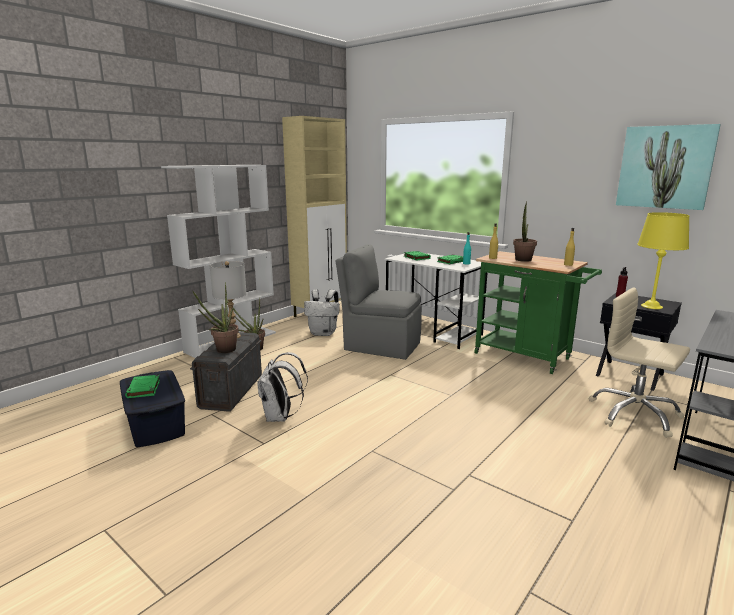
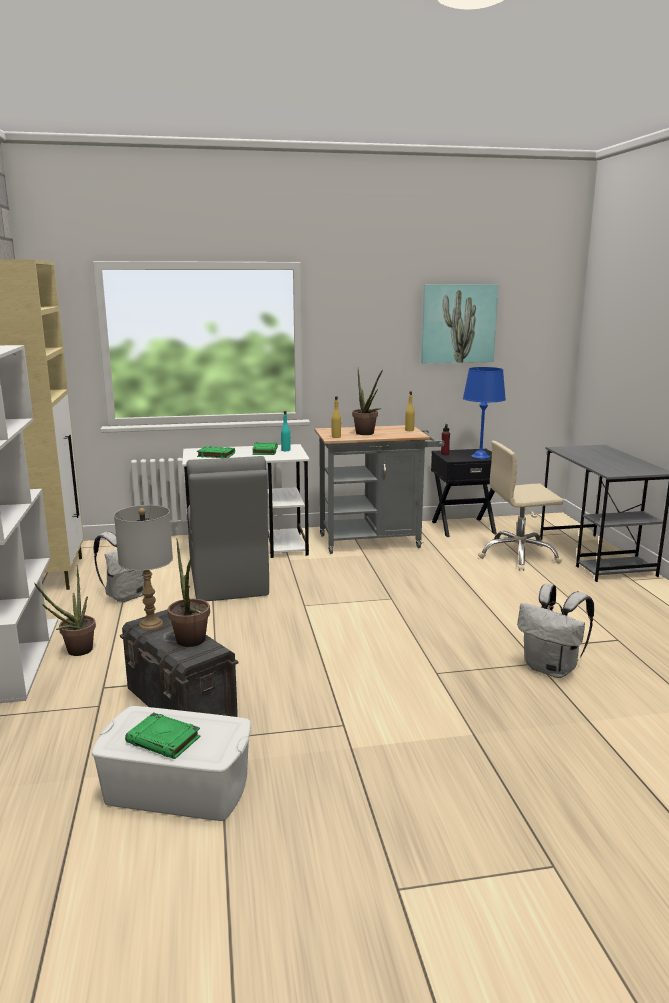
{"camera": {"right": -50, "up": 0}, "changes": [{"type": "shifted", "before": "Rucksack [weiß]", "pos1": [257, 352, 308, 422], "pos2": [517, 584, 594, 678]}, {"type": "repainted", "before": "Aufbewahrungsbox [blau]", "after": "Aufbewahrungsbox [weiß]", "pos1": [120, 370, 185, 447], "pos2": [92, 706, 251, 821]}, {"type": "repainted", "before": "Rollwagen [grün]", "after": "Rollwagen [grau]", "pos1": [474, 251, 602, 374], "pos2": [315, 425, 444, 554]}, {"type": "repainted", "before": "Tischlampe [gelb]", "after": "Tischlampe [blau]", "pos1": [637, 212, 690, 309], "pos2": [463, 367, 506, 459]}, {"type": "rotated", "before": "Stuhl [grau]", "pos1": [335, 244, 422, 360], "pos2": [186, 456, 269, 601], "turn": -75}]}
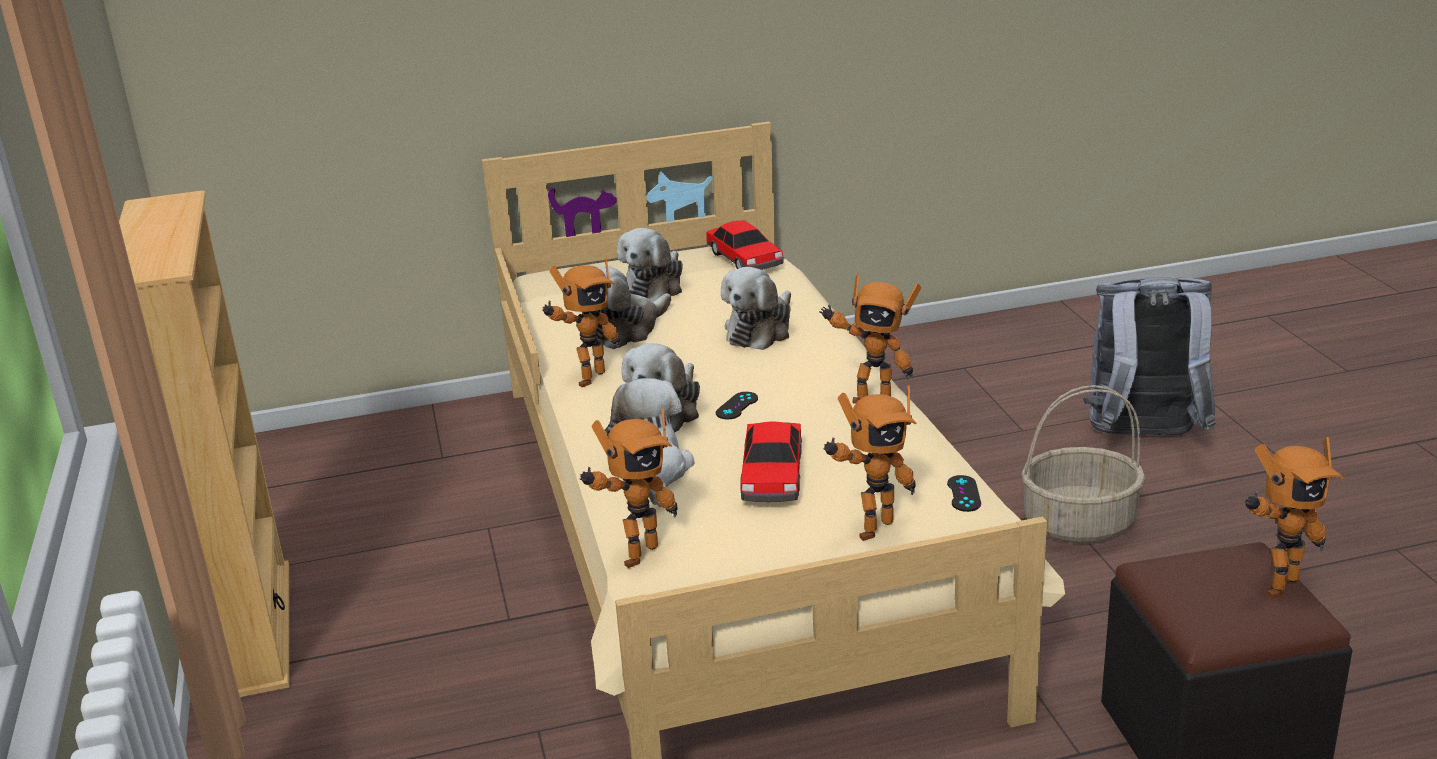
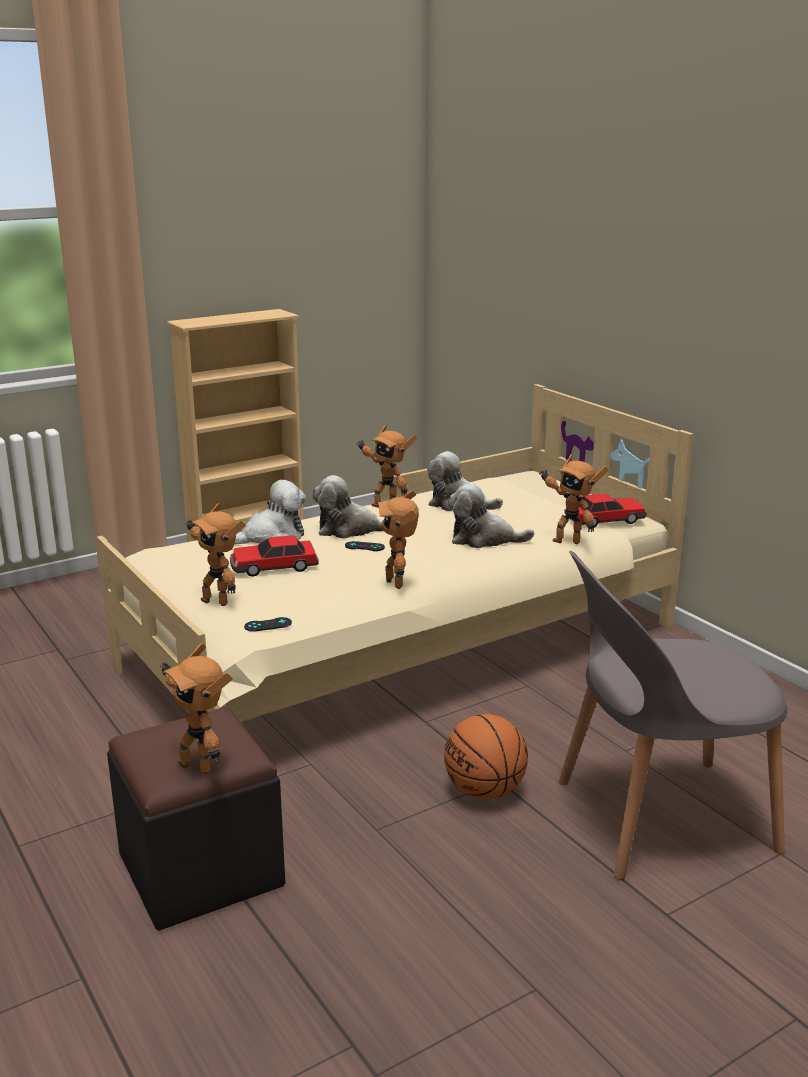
{"camera": {"right": 70, "up": -5}, "changes": [{"type": "gone", "before": "Plüschtier", "pos1": [617, 228, 683, 302]}, {"type": "shifted", "before": "Spielzeugroboter", "pos1": [579, 408, 678, 568], "pos2": [539, 454, 608, 544]}, {"type": "swapped", "before": "Korb", "after": "Basketball", "pos1": [1021, 385, 1145, 543], "pos2": [444, 714, 528, 799]}, {"type": "swapped", "before": "Rucksack [grau]", "after": "Stuhl [grau]", "pos1": [1083, 277, 1216, 435], "pos2": [558, 551, 788, 880]}, {"type": "rotated", "before": "Spielzeugauto", "pos1": [706, 221, 784, 270], "pos2": [565, 494, 647, 528], "turn": -150}]}
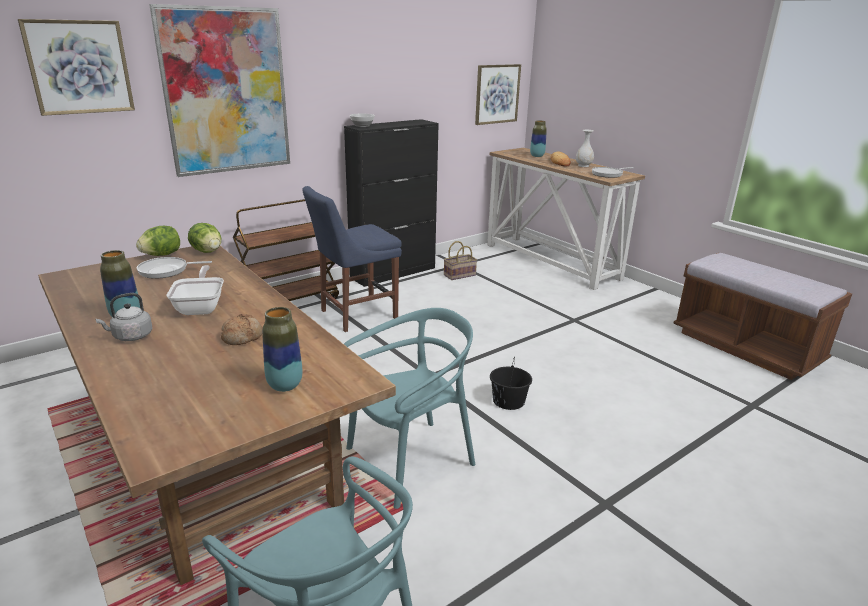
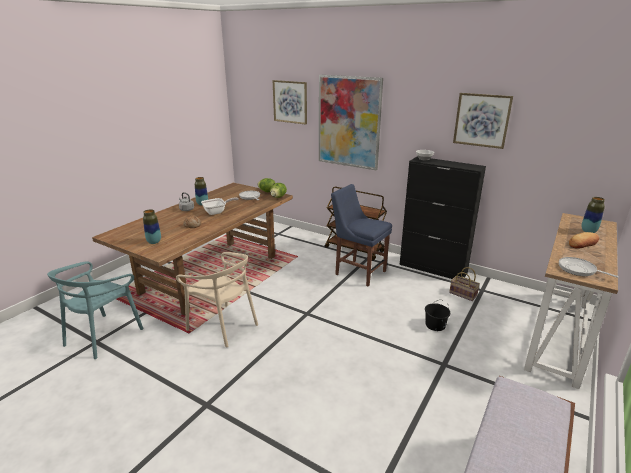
{"camera": {"right": 70, "up": 0}, "changes": [{"type": "gone", "before": "Vase [weiß]", "pos1": [576, 130, 594, 167]}, {"type": "shifted", "before": "Bild", "pos1": [475, 64, 521, 125], "pos2": [453, 93, 513, 149]}, {"type": "shifted", "before": "Eimer [schwarz]", "pos1": [490, 359, 532, 410], "pos2": [425, 300, 450, 331]}, {"type": "repainted", "before": "Stuhl [türkis]", "after": "Stuhl [beige]", "pos1": [344, 308, 475, 509], "pos2": [176, 252, 258, 347]}]}
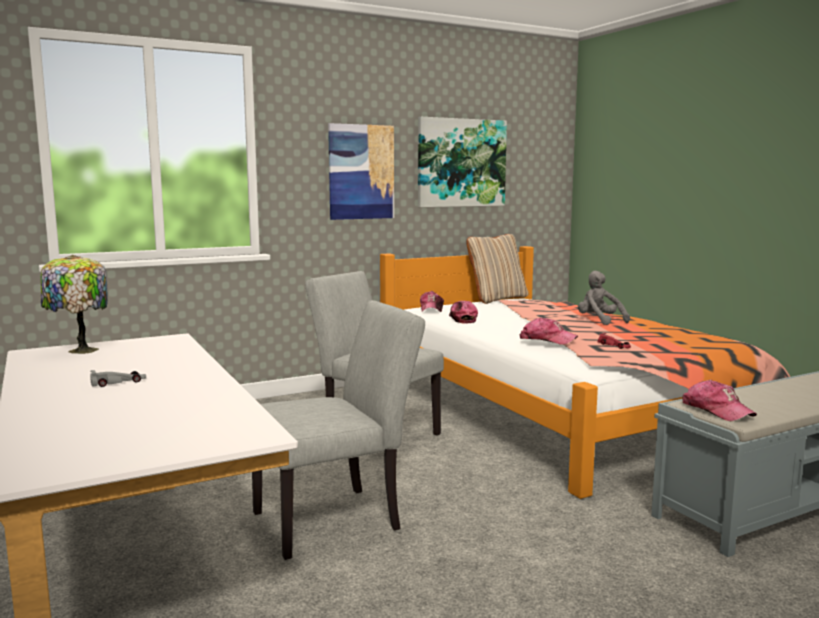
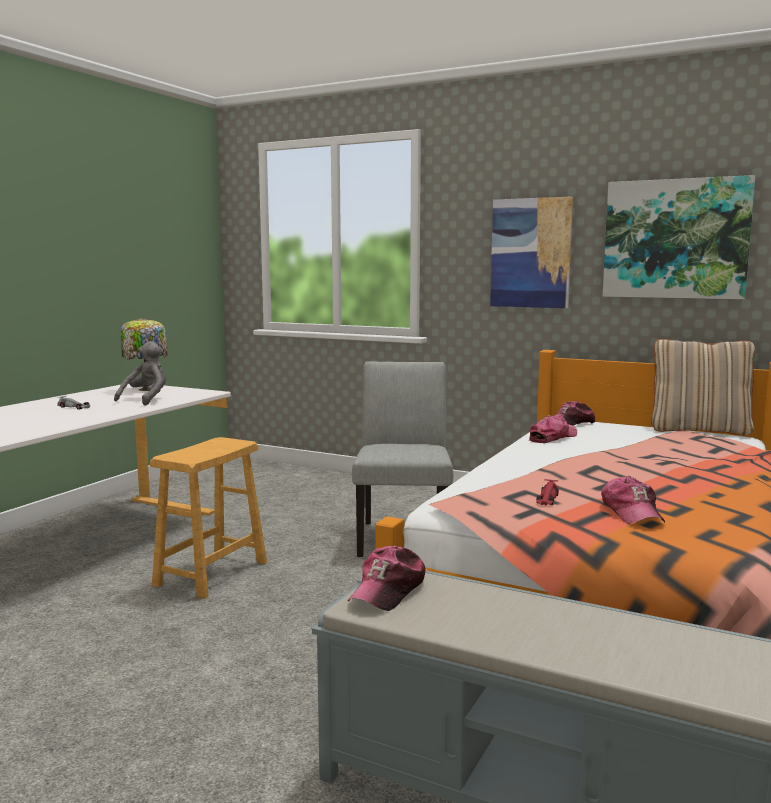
{"camera": {"right": 55, "up": 0}, "changes": [{"type": "shifted", "before": "Kappe", "pos1": [519, 317, 578, 345], "pos2": [601, 476, 665, 524]}, {"type": "shifted", "before": "Plüschtier [grau]", "pos1": [578, 271, 630, 325], "pos2": [114, 341, 166, 406]}, {"type": "swapped", "before": "Stuhl [grau]", "after": "Hocker [braun]", "pos1": [252, 300, 425, 560], "pos2": [150, 437, 267, 599]}]}
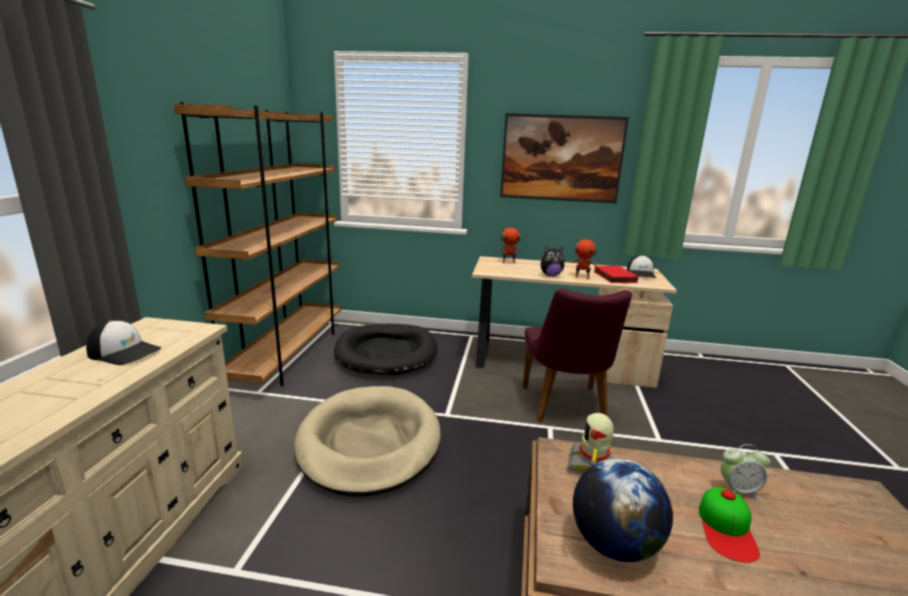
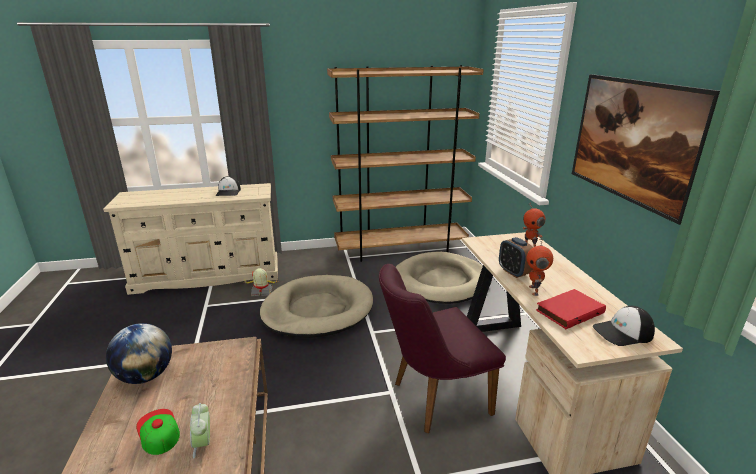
{"camera": {"right": 70, "up": 5}, "changes": [{"type": "shifted", "before": "Spielzeugroboter", "pos1": [567, 413, 614, 476], "pos2": [244, 268, 279, 296]}, {"type": "swapped", "before": "Plüschtier", "after": "Wecker", "pos1": [541, 247, 564, 276], "pos2": [499, 237, 533, 278]}, {"type": "repainted", "before": "Hundebett [schwarz]", "after": "Hundebett [beige]", "pos1": [334, 324, 438, 375], "pos2": [396, 252, 492, 304]}, {"type": "rotated", "before": "Kappe", "pos1": [699, 487, 760, 563], "pos2": [136, 409, 180, 455], "turn": 60}]}
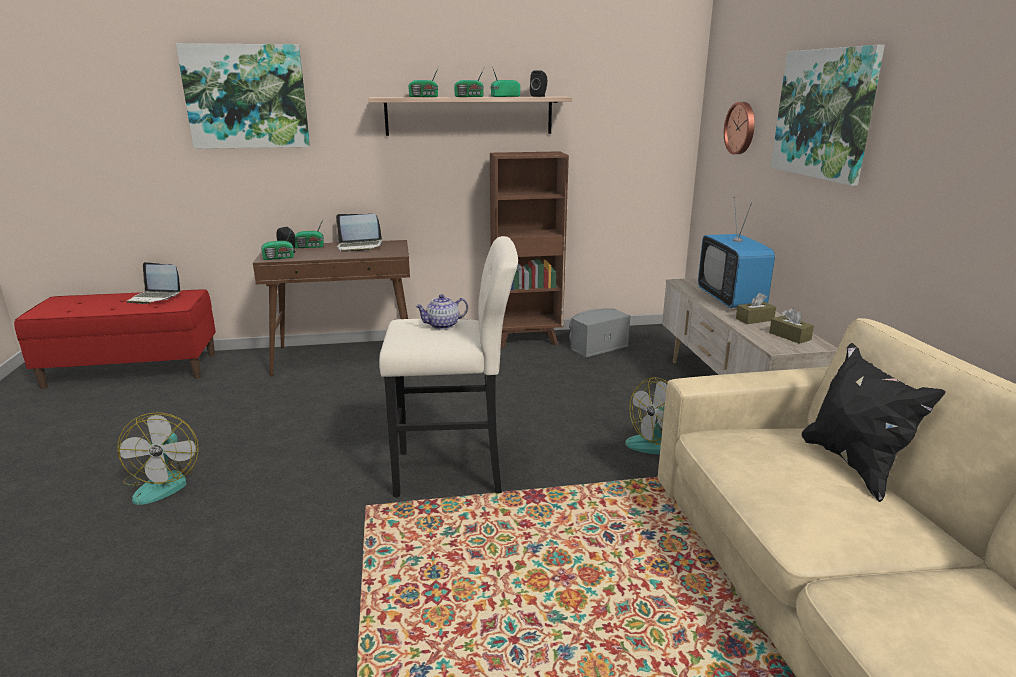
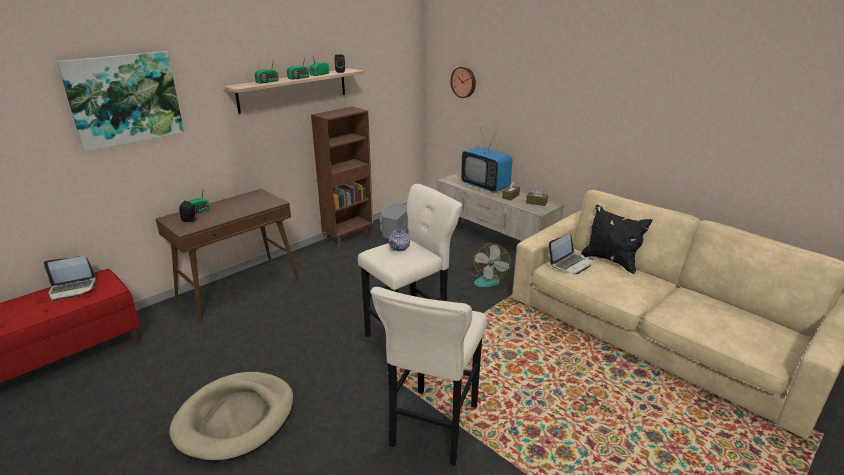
{"camera": {"right": -35, "up": 5}, "changes": [{"type": "gone", "before": "Radio", "pos1": [261, 228, 294, 260]}, {"type": "gone", "before": "Bild", "pos1": [771, 45, 885, 186]}, {"type": "new", "after": "Hocker [beige]", "pos2": [370, 287, 487, 466]}, {"type": "shifted", "before": "Laptop", "pos1": [336, 214, 383, 252], "pos2": [549, 233, 593, 274]}, {"type": "swapped", "before": "Ventilator", "after": "Hundebett [beige]", "pos1": [117, 412, 199, 505], "pos2": [169, 372, 294, 461]}]}
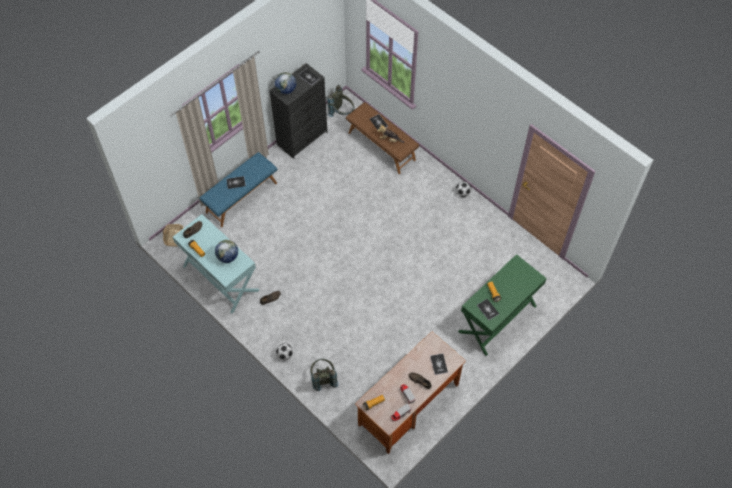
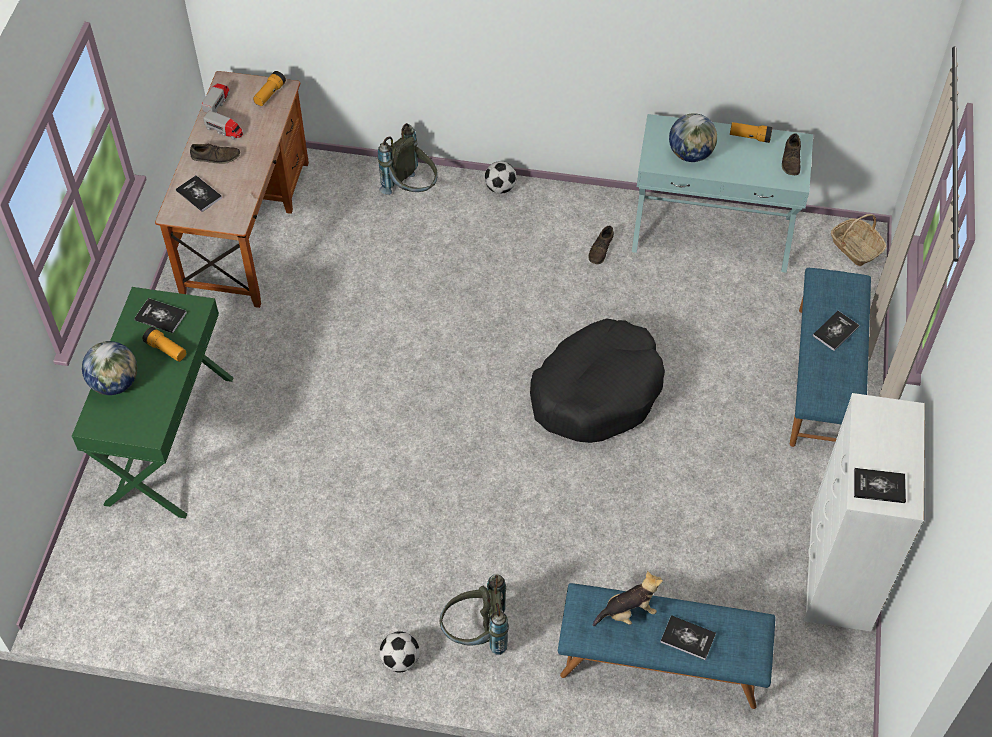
{"camera": {"right": 145, "up": -5}, "changes": [{"type": "new", "after": "Hundebett [schwarz]", "pos2": [530, 318, 665, 443]}, {"type": "shifted", "before": "Globus", "pos1": [275, 72, 296, 94], "pos2": [82, 341, 137, 395]}, {"type": "shifted", "before": "Rucksack [grau]", "pos1": [327, 85, 354, 117], "pos2": [440, 574, 509, 655]}, {"type": "repainted", "before": "Kommode [schwarz]", "after": "Kommode [weiß]", "pos1": [269, 63, 327, 159], "pos2": [804, 393, 925, 632]}, {"type": "repainted", "before": "Bank [braun]", "after": "Bank [blau]", "pos1": [346, 102, 419, 174], "pos2": [558, 583, 776, 709]}]}
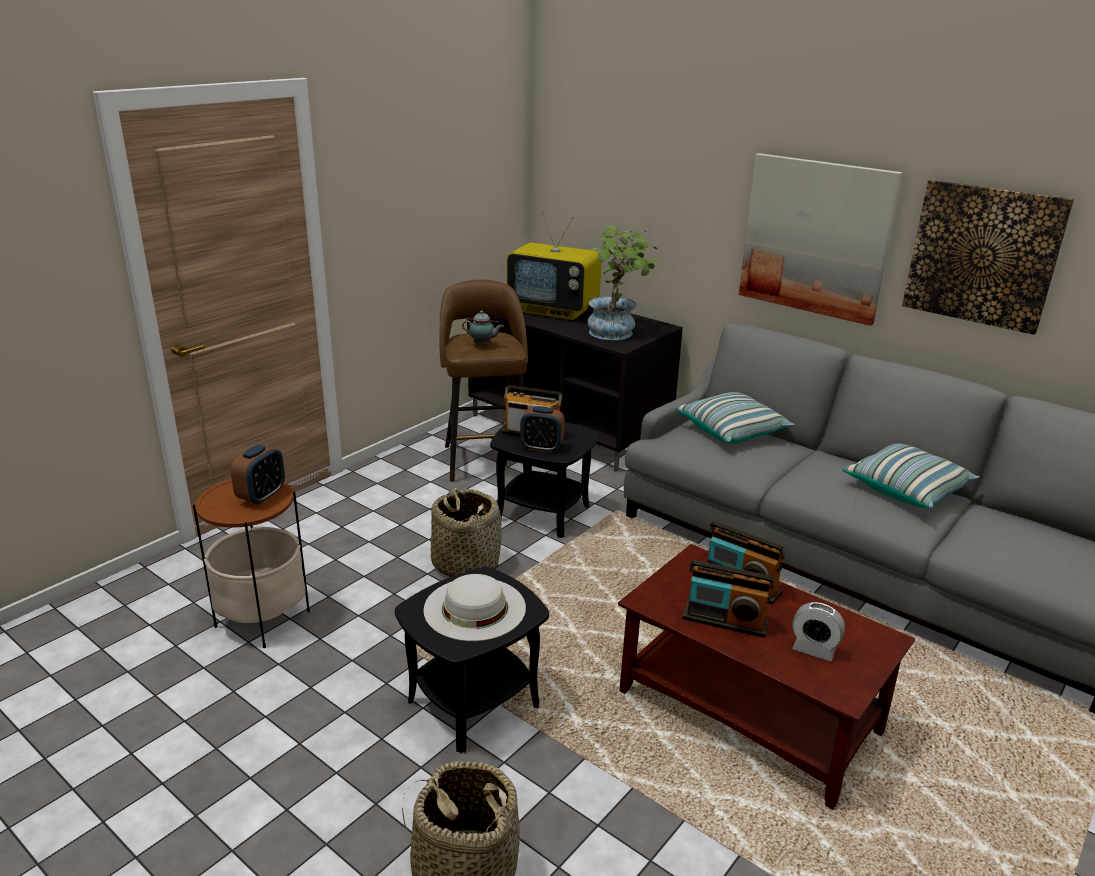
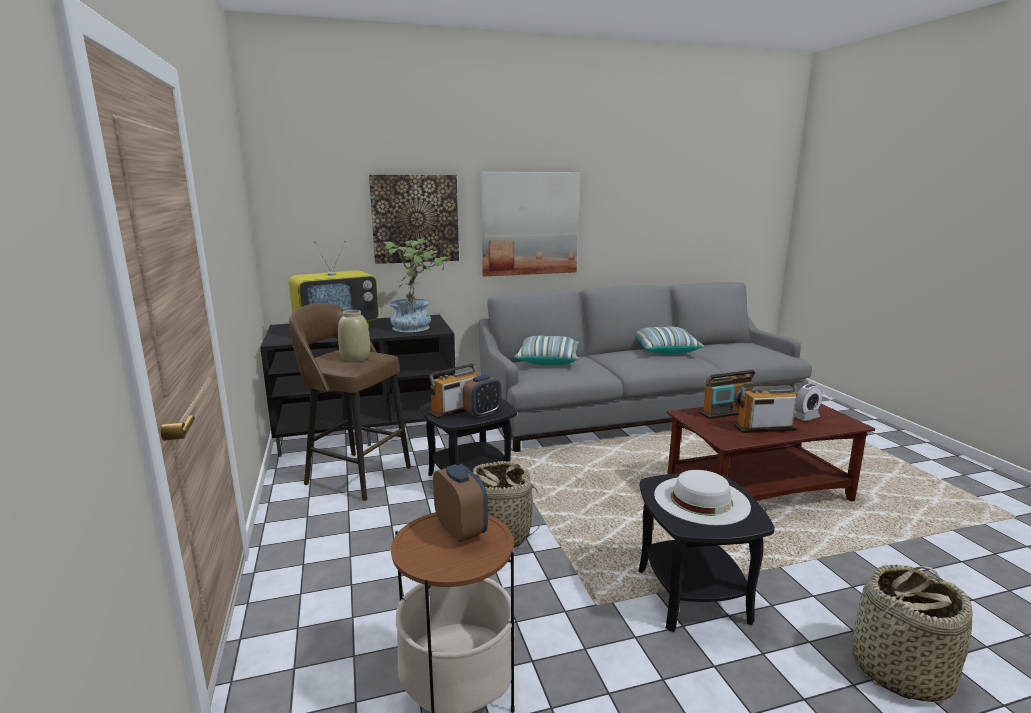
{"camera": {"right": -55, "up": -10}, "changes": [{"type": "shifted", "before": "Bild", "pos1": [902, 180, 1074, 335], "pos2": [369, 175, 459, 264]}, {"type": "swapped", "before": "Teekanne", "after": "Vase [beige]", "pos1": [462, 311, 504, 346], "pos2": [338, 310, 370, 361]}, {"type": "rotated", "before": "Radio", "pos1": [682, 560, 775, 638], "pos2": [734, 382, 798, 433], "turn": -150}]}
